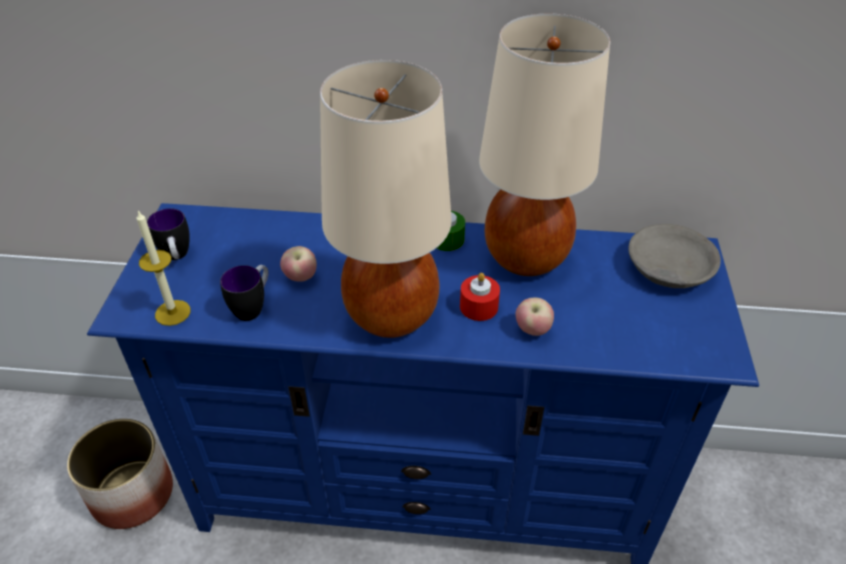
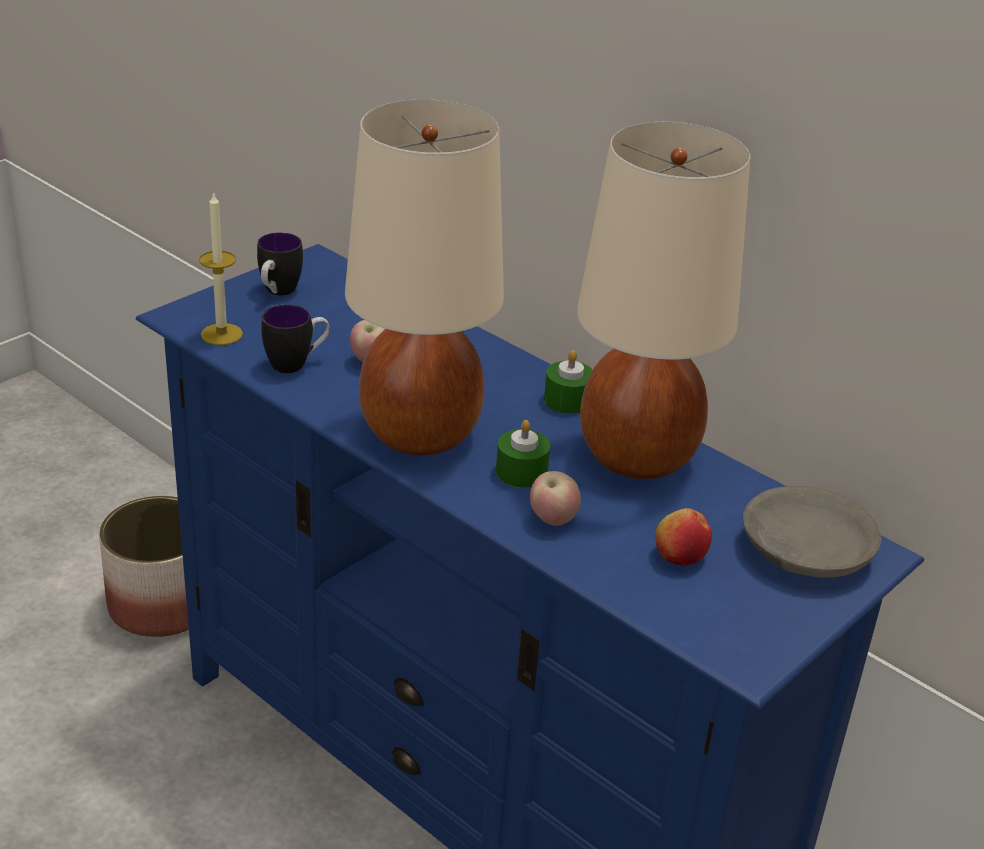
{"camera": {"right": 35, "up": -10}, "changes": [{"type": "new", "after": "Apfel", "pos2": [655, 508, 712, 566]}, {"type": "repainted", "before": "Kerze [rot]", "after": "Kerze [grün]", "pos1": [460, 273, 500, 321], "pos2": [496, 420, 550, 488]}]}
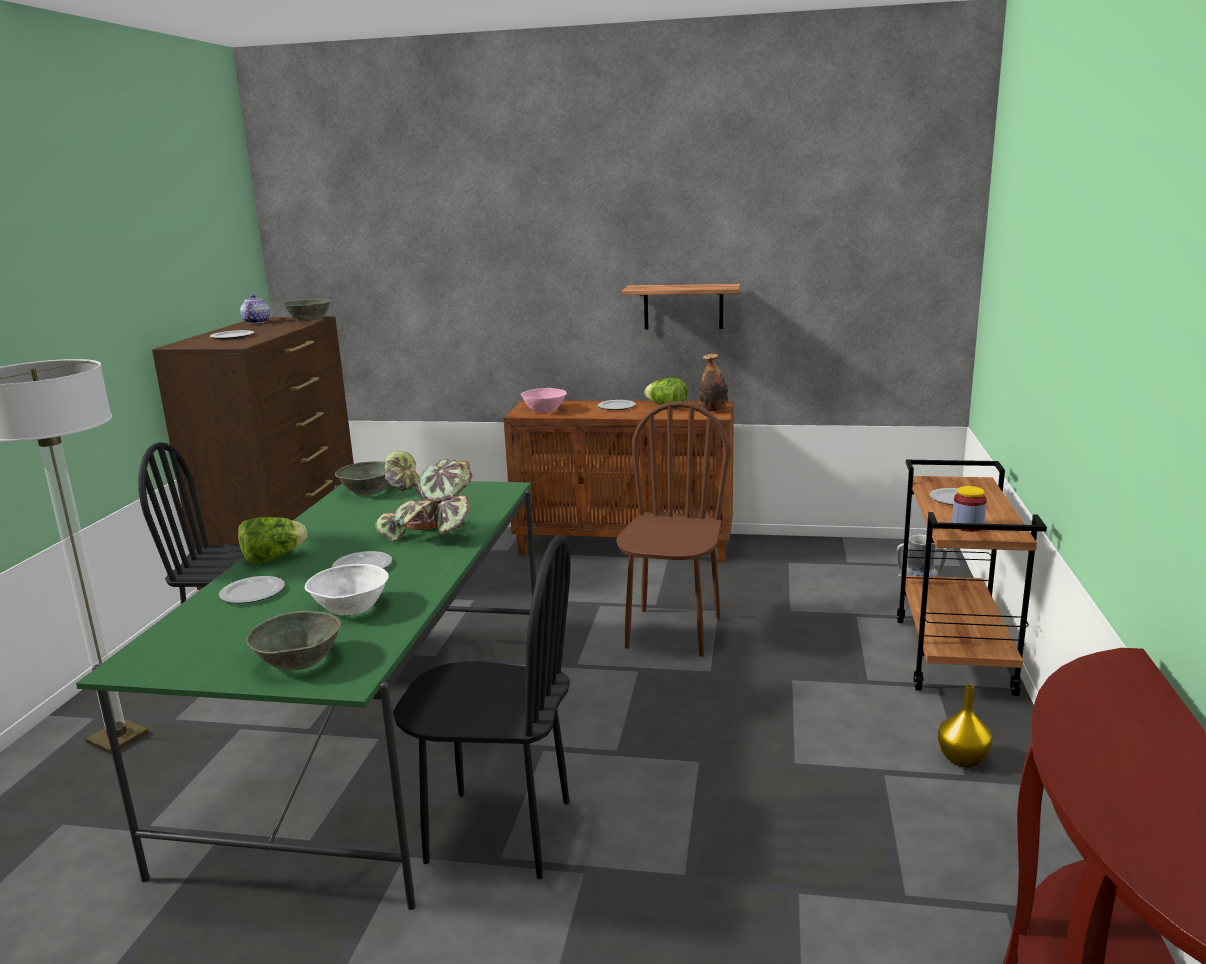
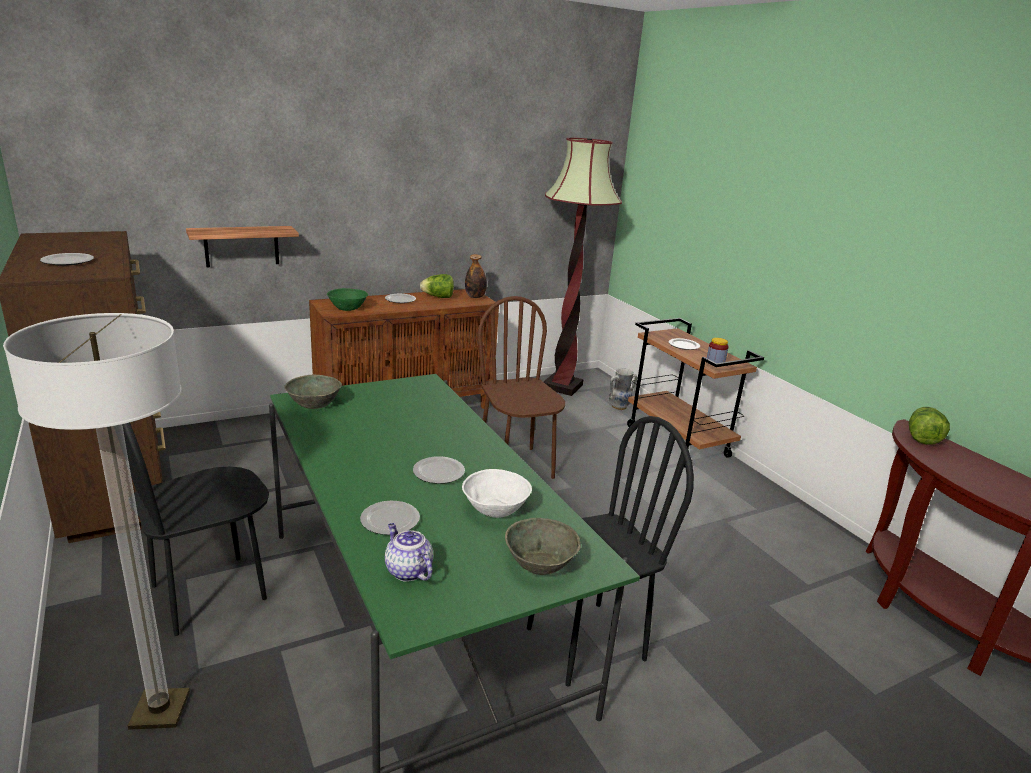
{"camera": {"right": -40, "up": 5}, "changes": [{"type": "gone", "before": "Schüssel [grau]", "pos1": [283, 299, 331, 321]}, {"type": "gone", "before": "Topfpflanze", "pos1": [375, 451, 473, 541]}, {"type": "gone", "before": "Vase [gelb]", "pos1": [938, 684, 993, 767]}, {"type": "new", "after": "Stehlampe", "pos2": [544, 138, 622, 396]}, {"type": "shifted", "before": "Salatkopf", "pos1": [238, 517, 307, 564], "pos2": [909, 407, 950, 445]}, {"type": "shifted", "before": "Teekanne", "pos1": [240, 295, 270, 324], "pos2": [385, 523, 433, 582]}, {"type": "shifted", "before": "Wandregal", "pos1": [622, 284, 740, 330], "pos2": [186, 226, 299, 267]}, {"type": "repainted", "before": "Schüssel [rosa]", "after": "Schüssel [grün]", "pos1": [520, 388, 567, 413], "pos2": [327, 288, 368, 311]}]}
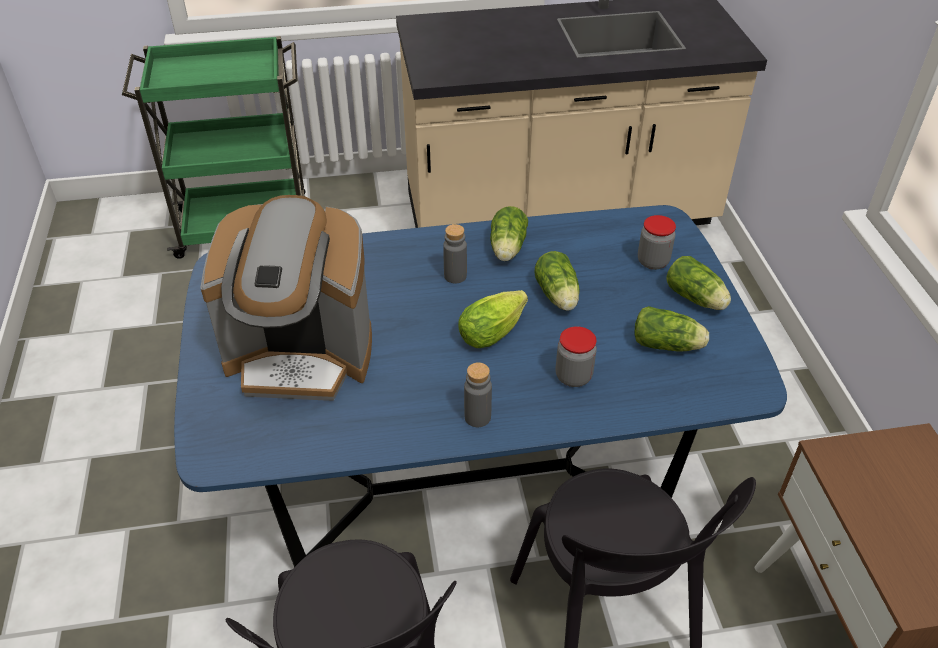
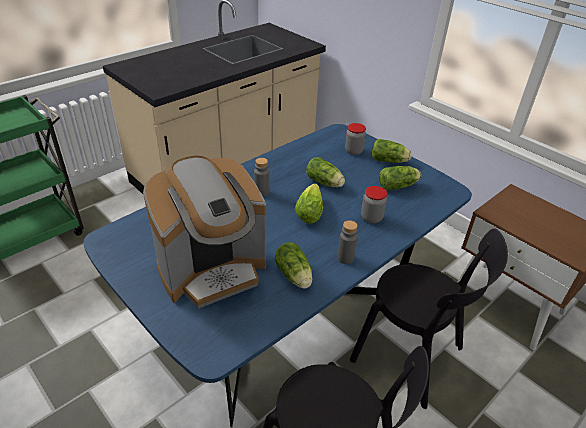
{"camera": {"right": -35, "up": -5}, "changes": [{"type": "shifted", "before": "Salatkopf", "pos1": [490, 206, 528, 261], "pos2": [275, 242, 313, 289]}]}
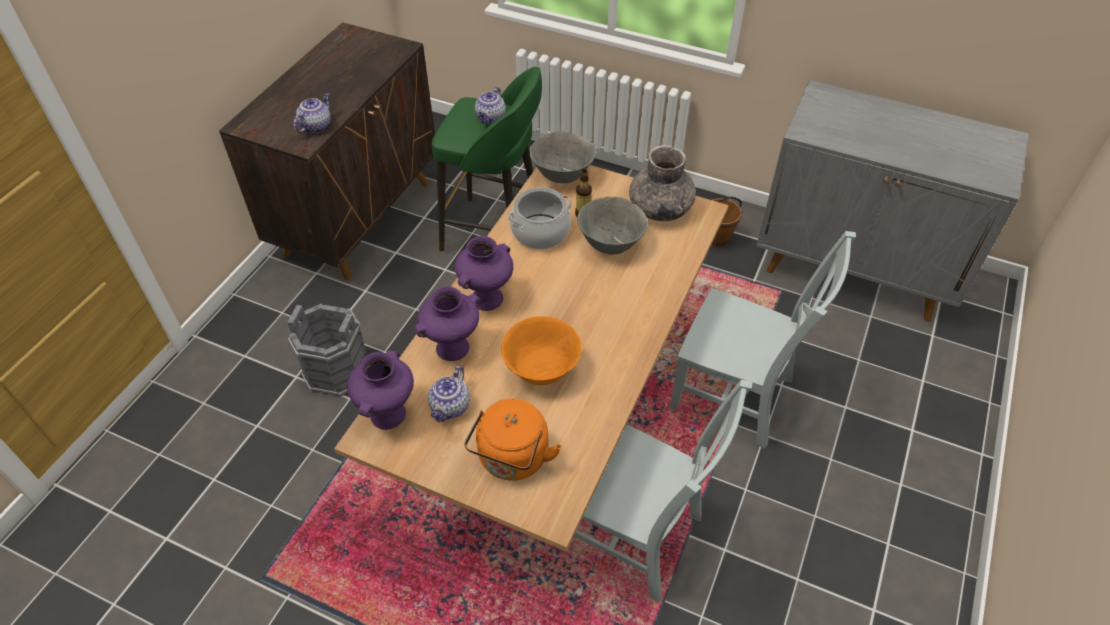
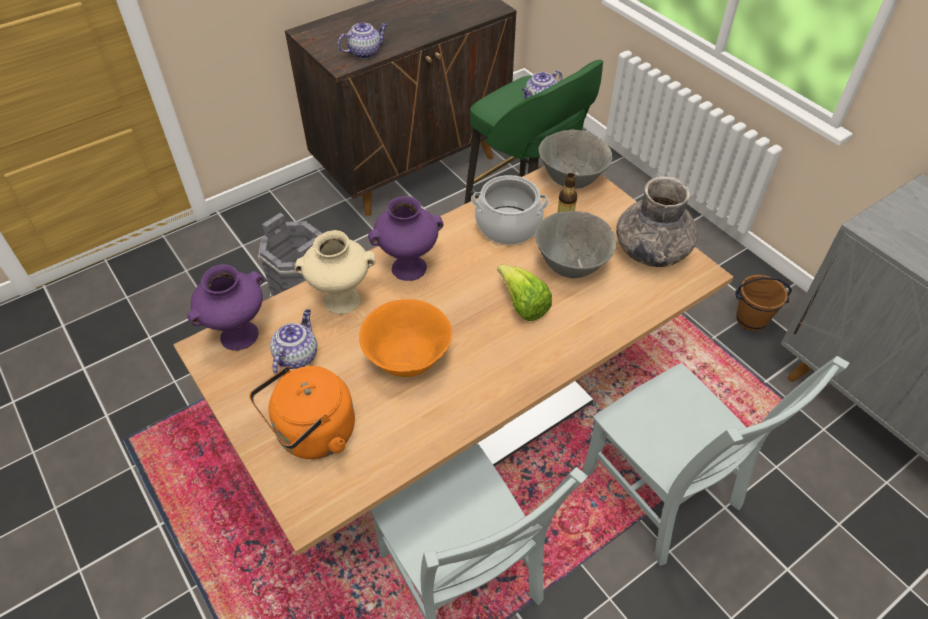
{"camera": {"right": 30, "up": 0}, "changes": [{"type": "new", "after": "Salatkopf", "pos2": [497, 265, 552, 321]}, {"type": "repainted", "before": "Vase [lila]", "after": "Vase [beige]", "pos1": [414, 286, 481, 361], "pos2": [295, 230, 376, 314]}, {"type": "rotated", "before": "Teekanne", "pos1": [428, 366, 470, 422], "pos2": [270, 309, 317, 374], "turn": 150}]}
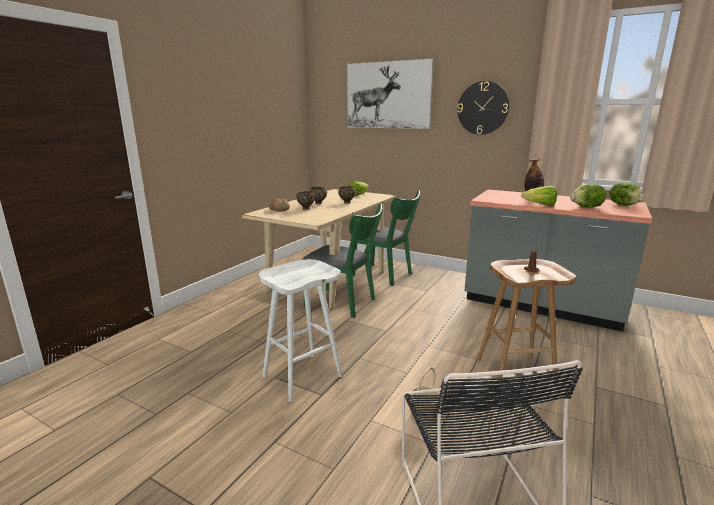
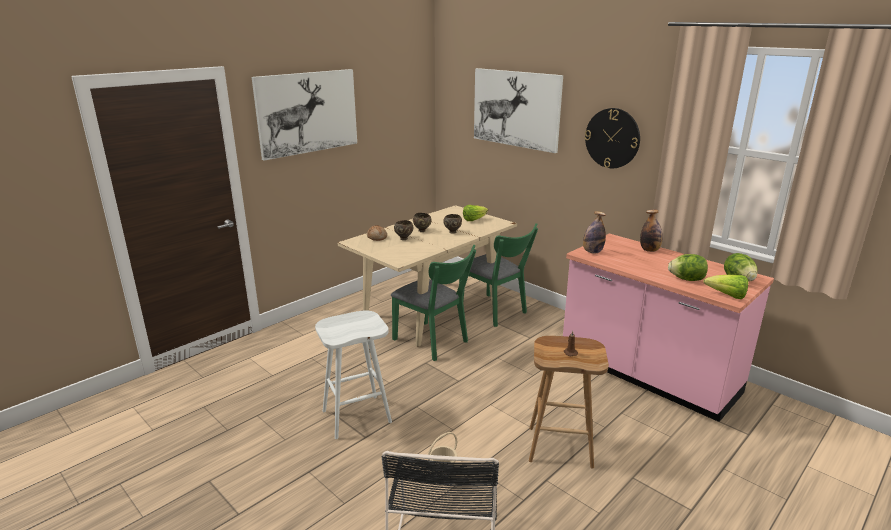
{"camera": {"right": 15, "up": 5}, "changes": [{"type": "new", "after": "Bild", "pos2": [252, 69, 357, 160]}, {"type": "new", "after": "Flasche", "pos2": [583, 211, 606, 253]}, {"type": "shifted", "before": "Salatkopf", "pos1": [521, 186, 557, 206], "pos2": [703, 275, 748, 299]}, {"type": "repainted", "before": "Küchenzeile [grau]", "after": "Küchenzeile [rosa]", "pos1": [465, 190, 652, 331], "pos2": [563, 234, 774, 422]}]}
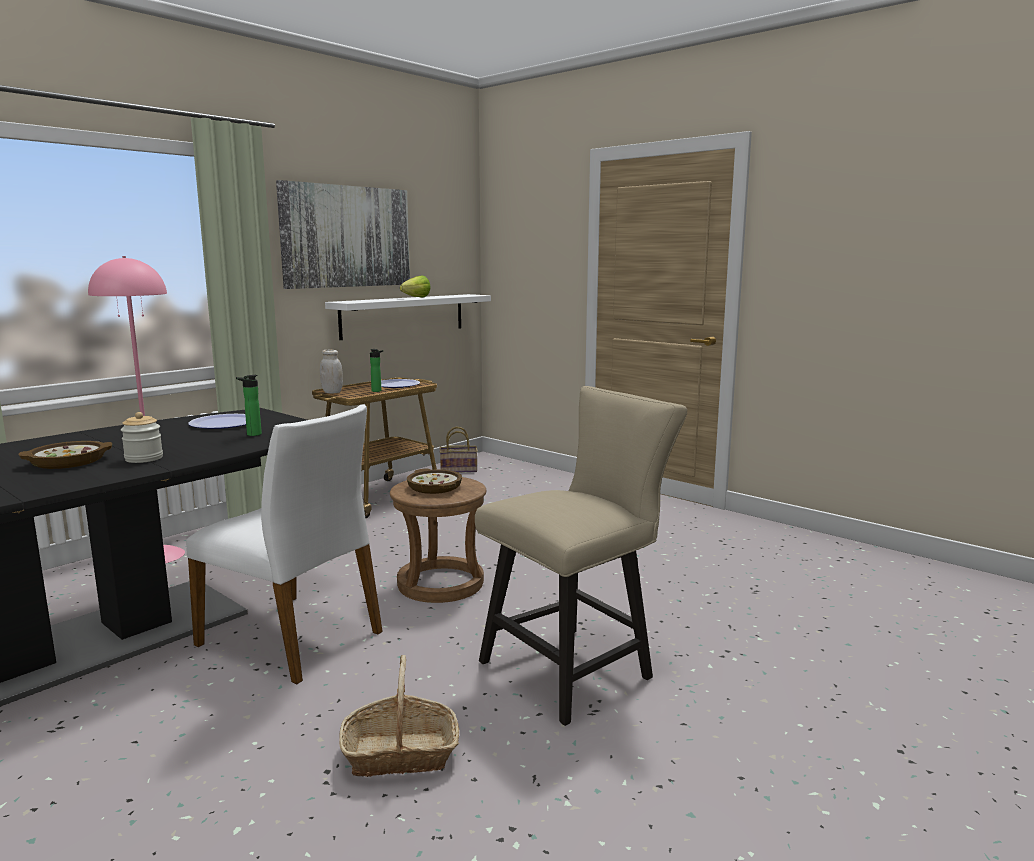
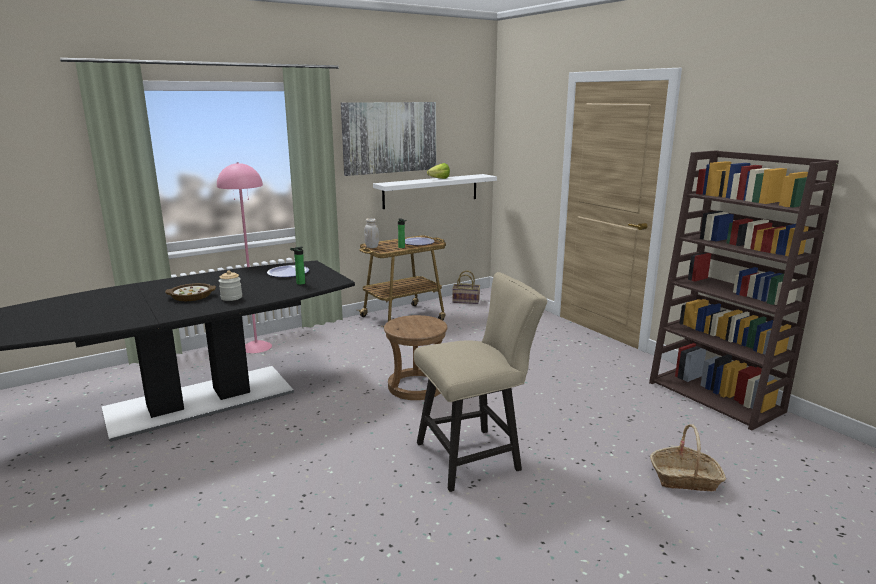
{"camera": {"right": 15, "up": 5}, "changes": [{"type": "gone", "before": "Stuhl [weiß]", "pos1": [186, 404, 383, 684]}, {"type": "gone", "before": "Schüssel", "pos1": [407, 469, 462, 494]}, {"type": "new", "after": "Bücherregal [braun]", "pos2": [649, 150, 839, 431]}, {"type": "shifted", "before": "Korb", "pos1": [339, 655, 459, 777], "pos2": [650, 424, 726, 491]}]}
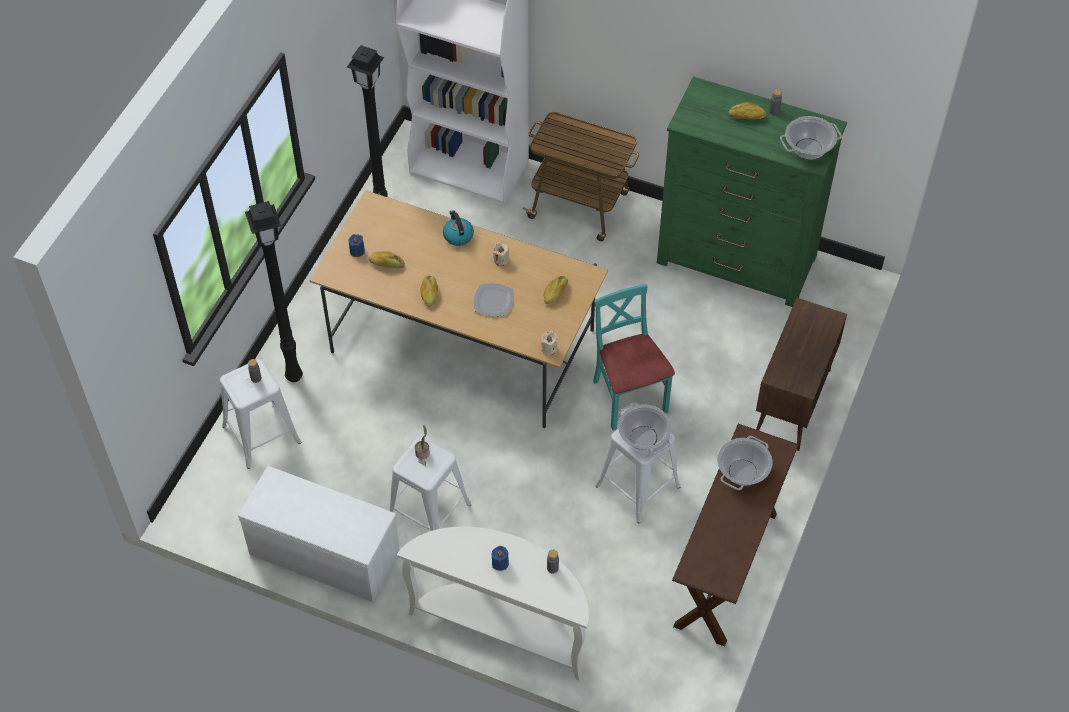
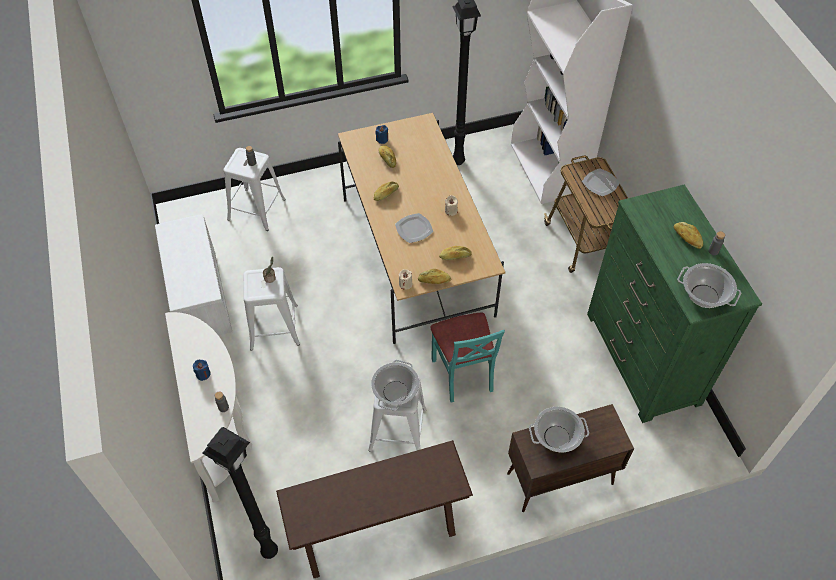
{"camera": {"right": 50, "up": 0}, "changes": [{"type": "gone", "before": "Wasserkessel", "pos1": [443, 210, 474, 246]}, {"type": "new", "after": "Brot", "pos2": [418, 269, 451, 284]}, {"type": "new", "after": "Teller", "pos2": [582, 168, 620, 196]}, {"type": "shifted", "before": "Stehlampe [schwarz]", "pos1": [245, 201, 303, 382], "pos2": [202, 427, 278, 559]}, {"type": "shifted", "before": "Kochtopf", "pos1": [717, 436, 772, 490], "pos2": [529, 407, 589, 453]}, {"type": "rotated", "before": "Stuhl [türkis]", "pos1": [593, 284, 675, 431], "pos2": [430, 312, 505, 402], "turn": 135}]}
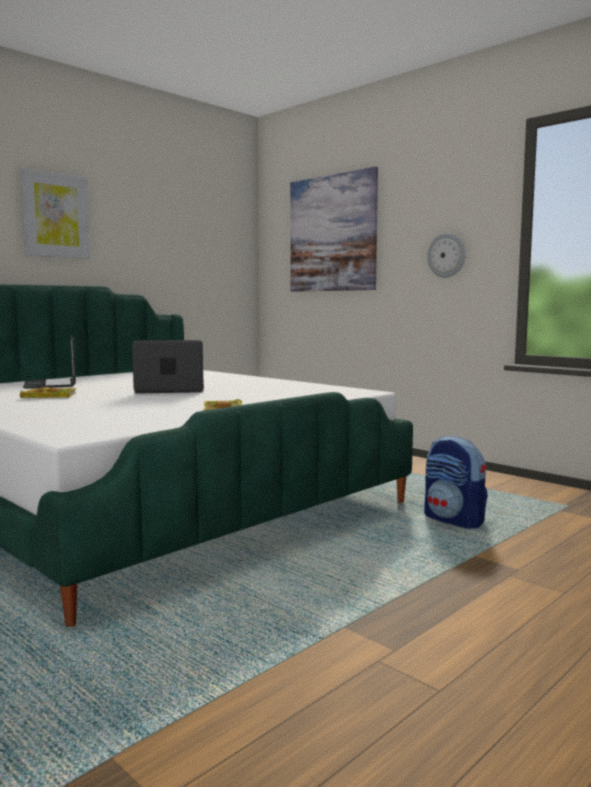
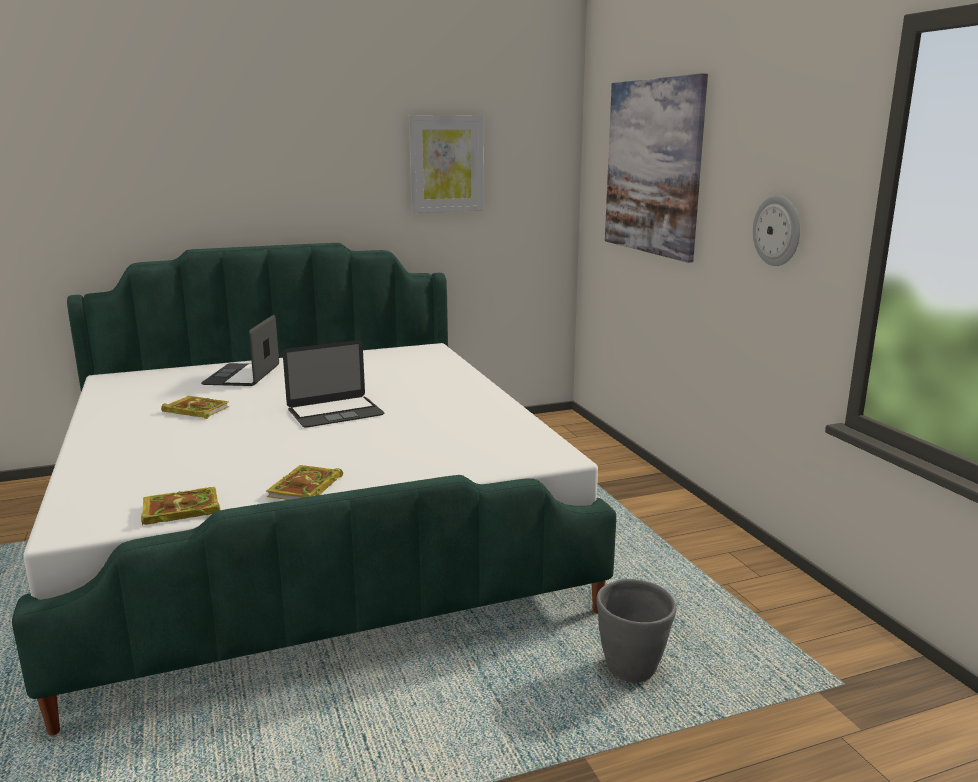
{"camera": {"right": 25, "up": 10}, "changes": [{"type": "new", "after": "Buch", "pos2": [141, 487, 220, 525]}, {"type": "shifted", "before": "Bild", "pos1": [20, 168, 90, 259], "pos2": [408, 115, 483, 213]}, {"type": "swapped", "before": "Rucksack", "after": "Pflanzkübel [grau]", "pos1": [424, 436, 488, 529], "pos2": [596, 579, 677, 683]}, {"type": "rotated", "before": "Laptop", "pos1": [132, 340, 204, 394], "pos2": [283, 340, 384, 428], "turn": 135}]}
